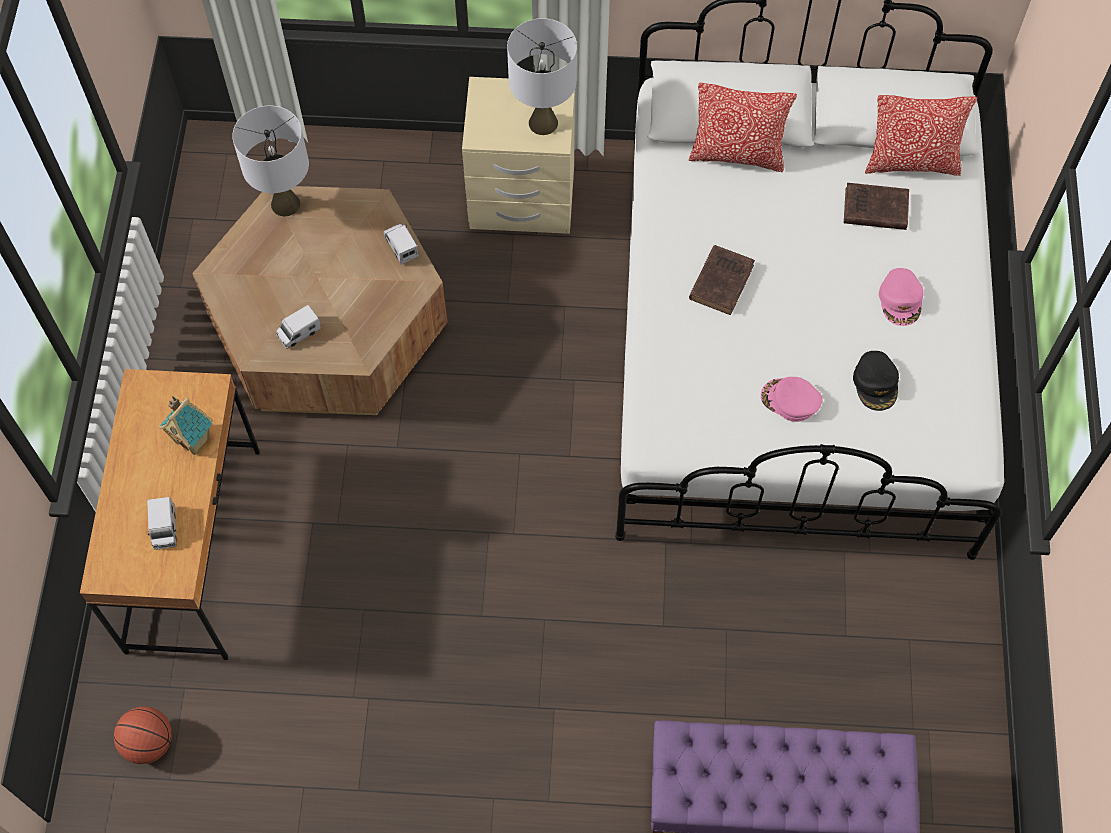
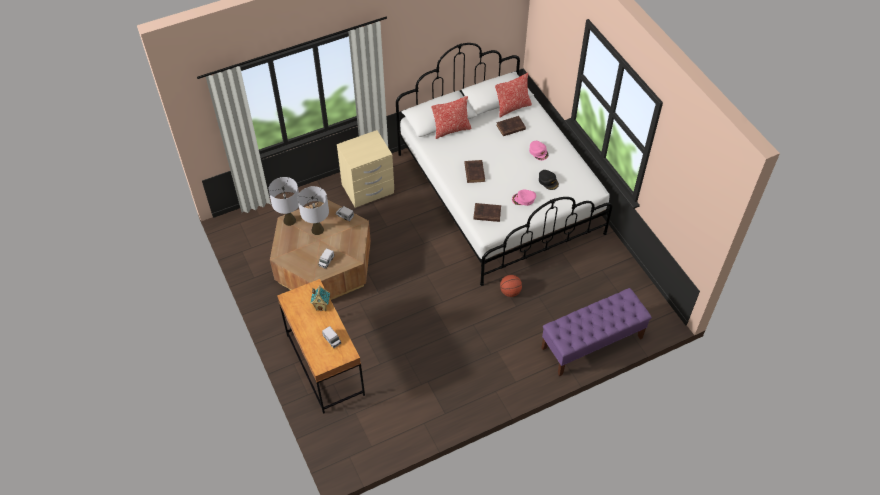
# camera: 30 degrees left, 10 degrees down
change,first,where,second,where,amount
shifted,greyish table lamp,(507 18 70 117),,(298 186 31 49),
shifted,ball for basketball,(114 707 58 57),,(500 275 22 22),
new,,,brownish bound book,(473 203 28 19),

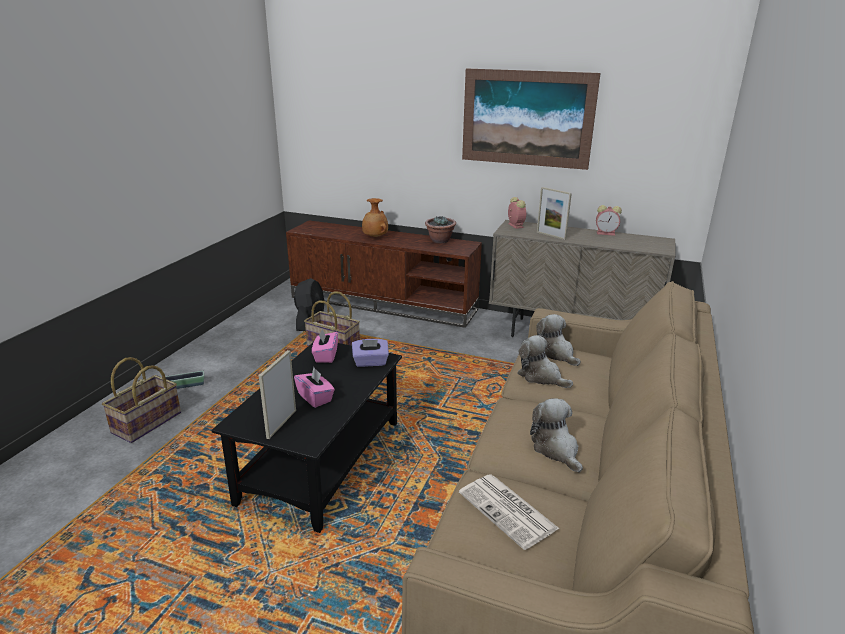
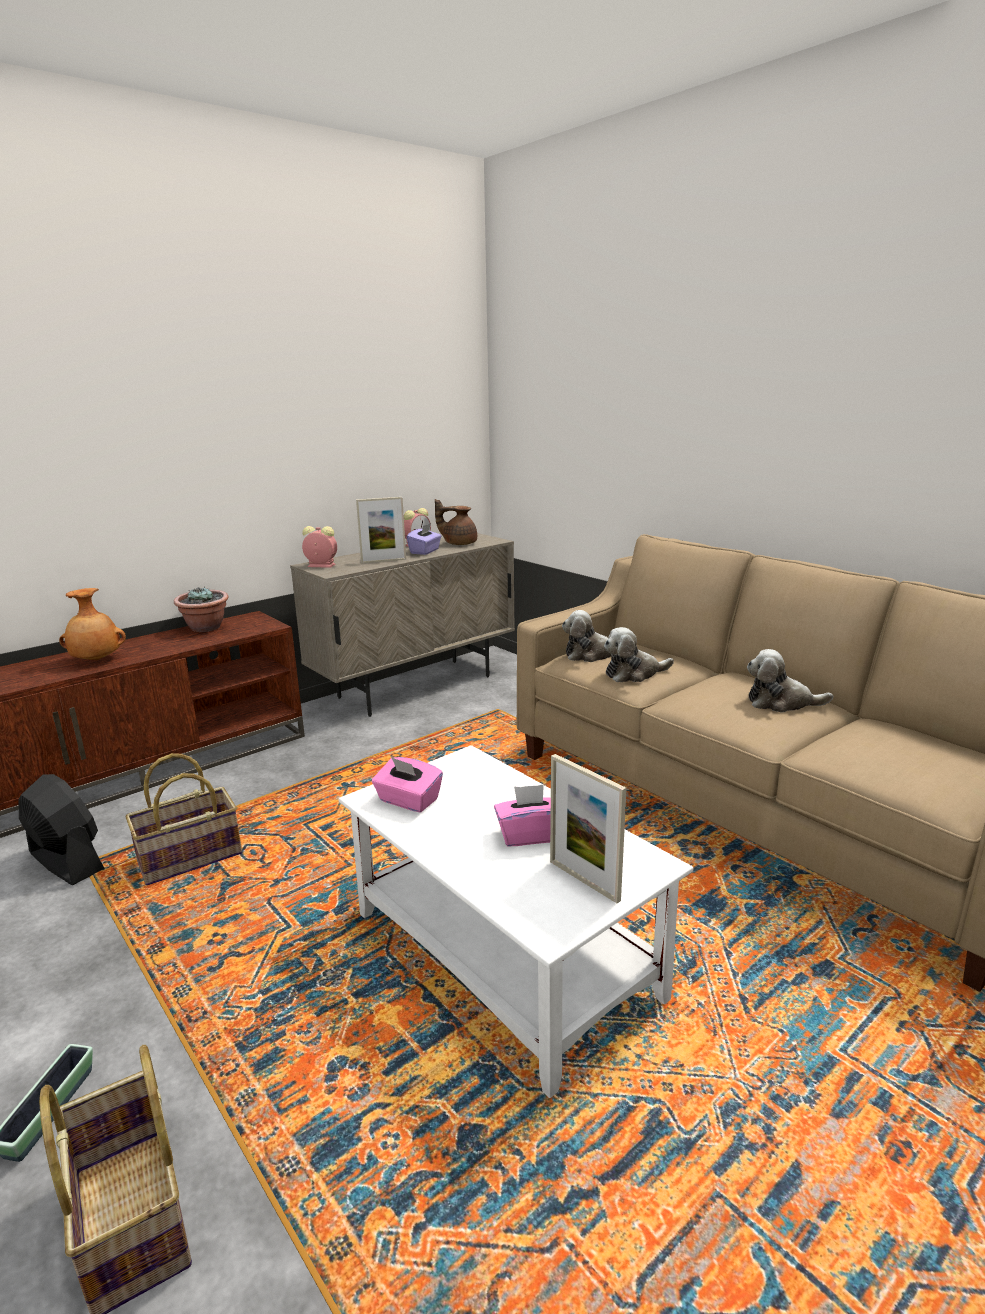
# camera: 60 degrees left, 5 degrees down
change,first,where,second,where,amount
gone,picture,(462 68 139 102),,,
shifted,purple-coloured box of tissues,(352 339 37 28),,(406 523 36 32),
repainted,black lounge table,(211 342 191 191),white lounge table,(338 745 355 353),
gone,printed paper,(459 475 101 75),,,
new,,,brownish pot for tea,(435 499 42 46),

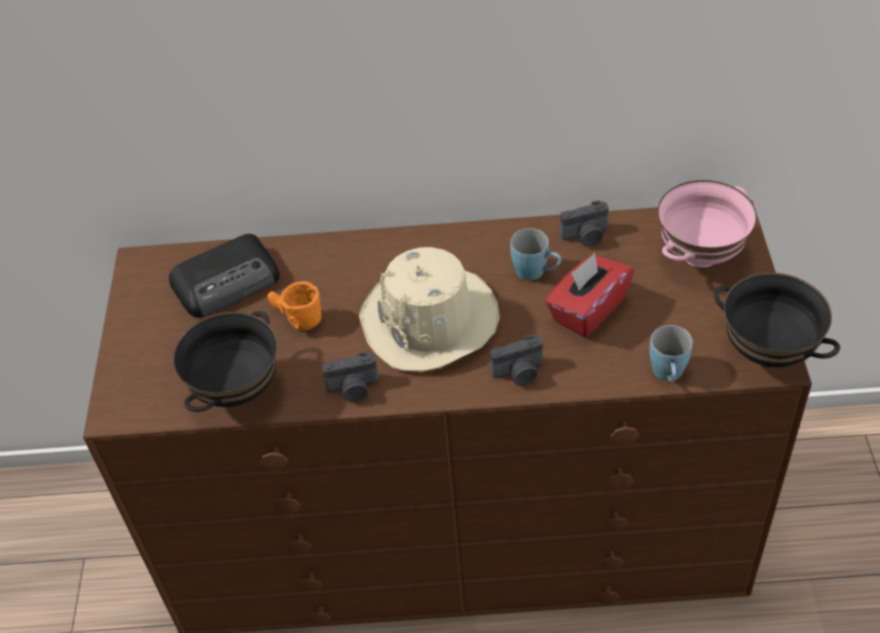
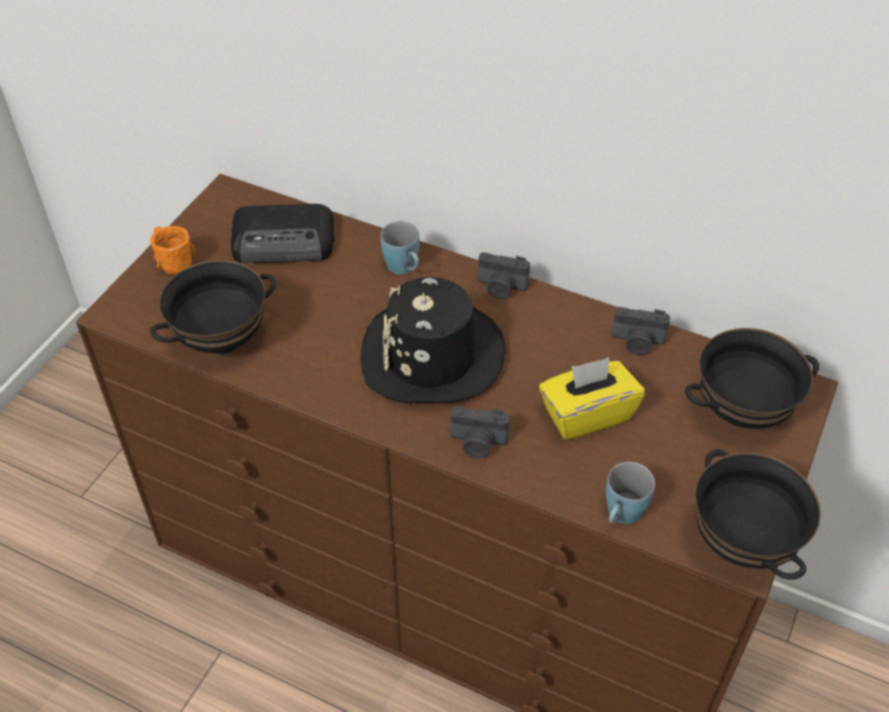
# camera: 25 degrees right, 0 degrees up
change,first,where,second,where,amount
repainted,pink-coloured deep dish,(658 180 99 88),black deep dish,(685 328 134 101),
shifted,blue-coloured tea mug,(510 228 51 52),,(381 221 38 53),
repainted,beige hat,(359 247 141 125),black hat,(361 277 145 126),
repainted,reddish box of tissues,(545 253 89 84),yellow box of tissues,(539 357 106 83),
shifted,orangey tea mug,(267 281 54 50),,(150 226 45 49),
shifted,photo camera,(322 351 57 51),,(478 252 52 47),

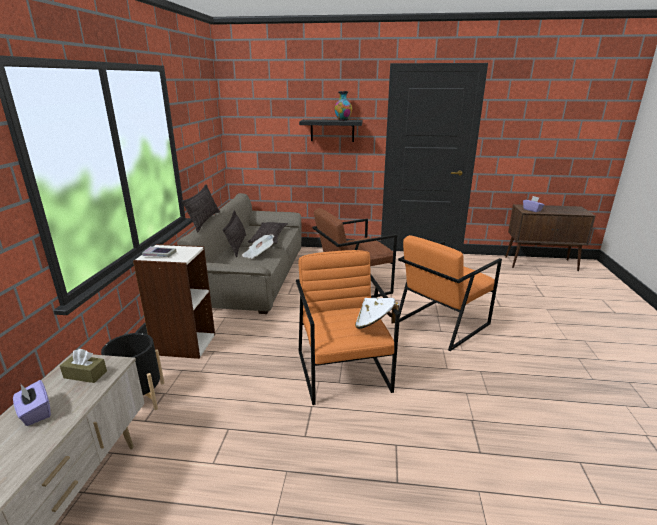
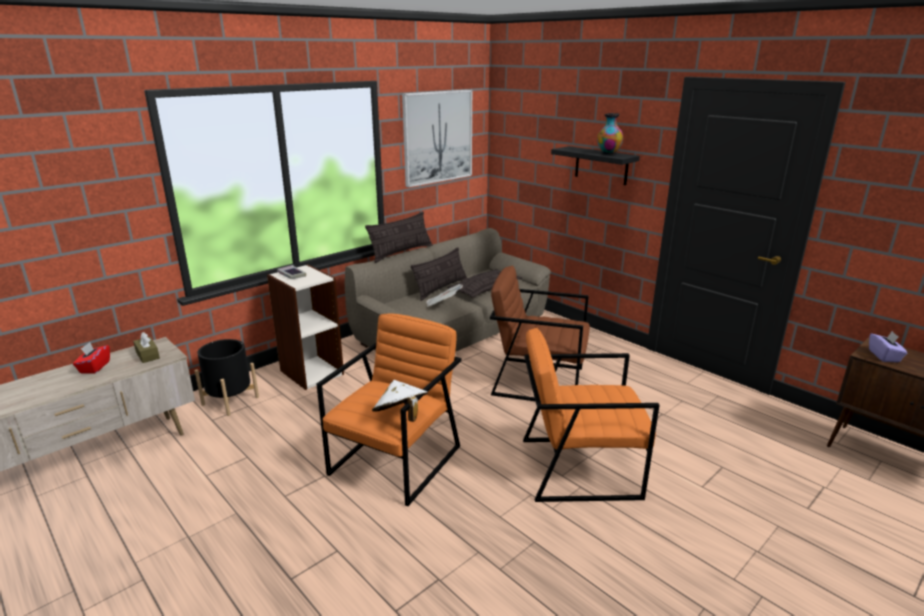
# camera: 40 degrees right, 0 degrees up
change,first,where,second,where,amount
repainted,purple-coloured box of tissues,(13 380 38 46),reddish box of tissues,(73 342 37 32),
new,,,picture,(402 90 70 97),

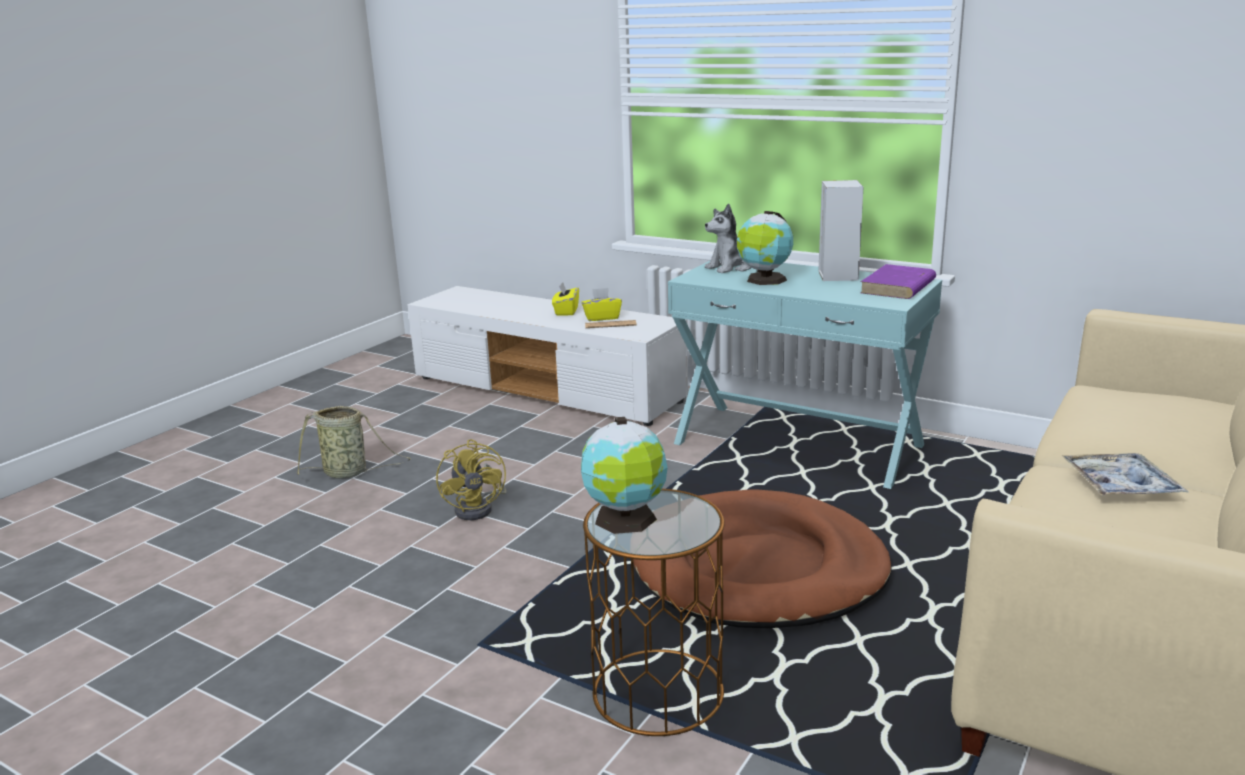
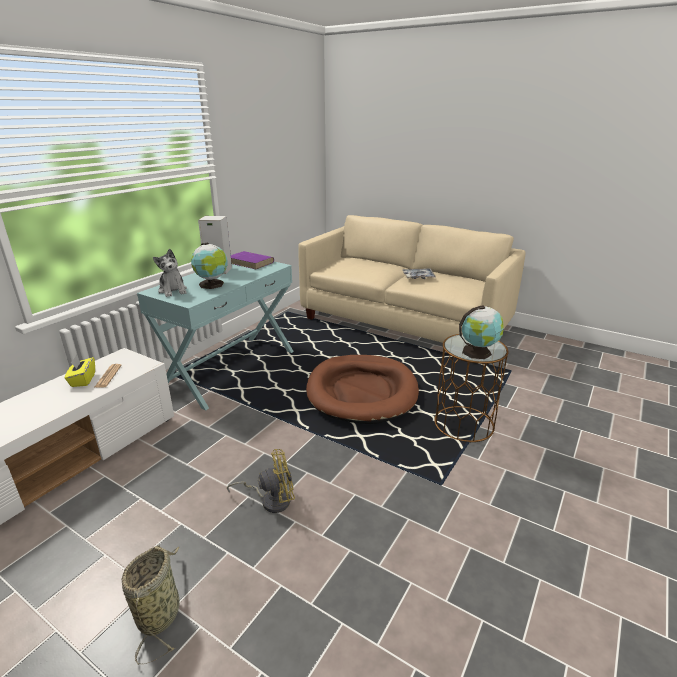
# camera: 90 degrees left, 5 degrees up
change,first,where,second,where,amount
gone,yellow box of tissues,(552 282 27 33),,,

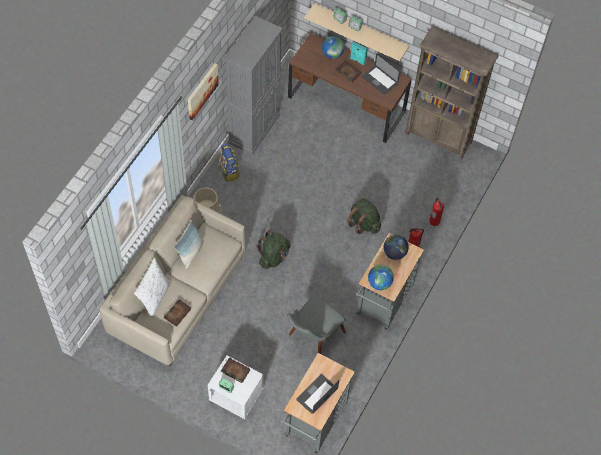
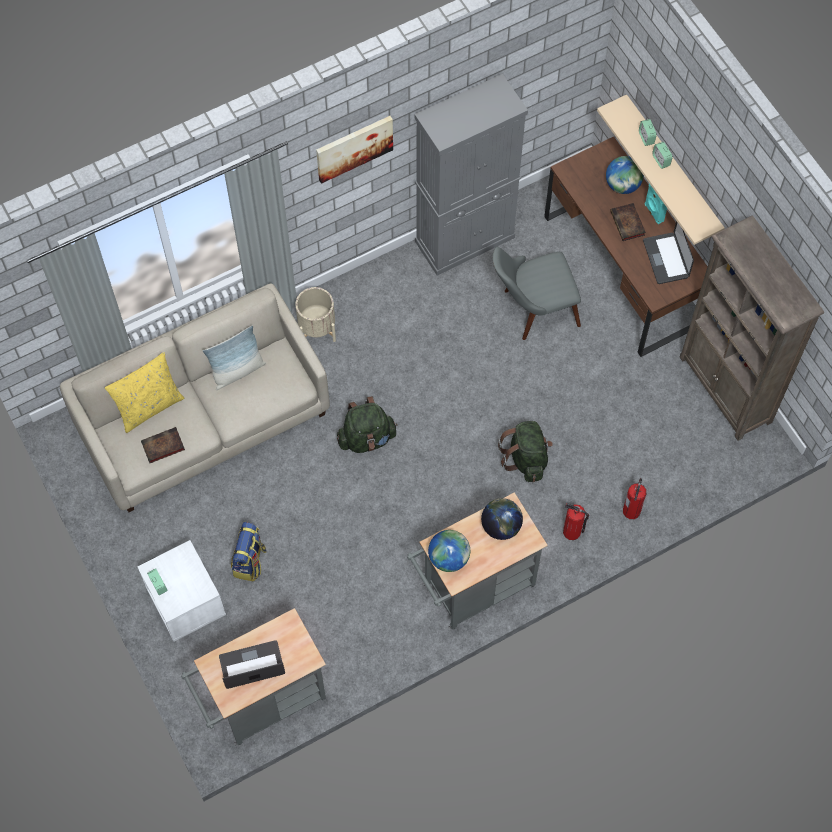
# camera: 35 degrees right, 5 degrees up
change,first,where,second,where,amount
shifted,knapsack,(219 144 21 38),,(231 522 35 60),
repainted,white throw pillow,(134 258 37 60),yellow throw pillow,(105 352 79 81),
shifted,greyish upright chair,(287 295 59 59),,(492 247 89 93),
gone,bound book,(221 358 29 25),,,

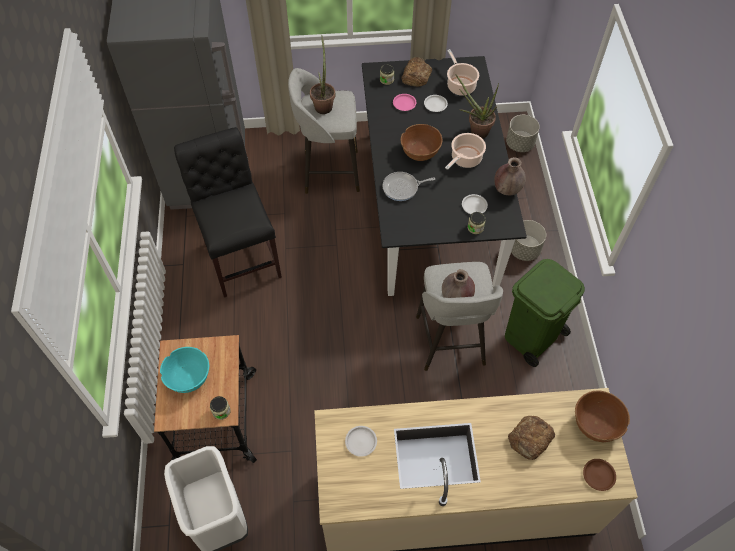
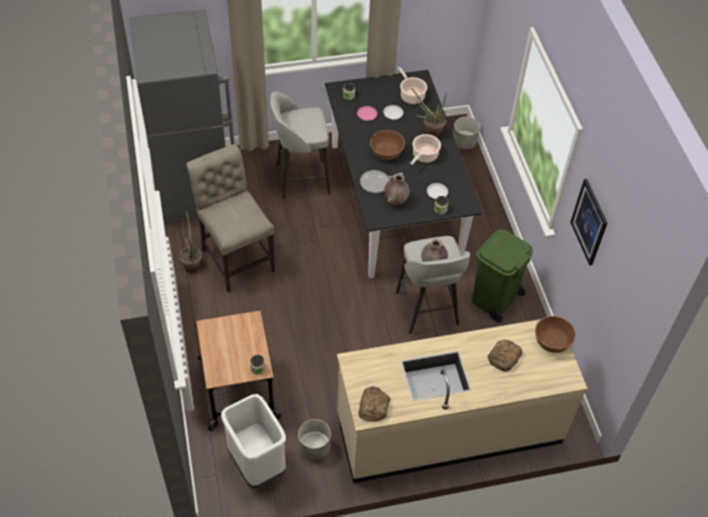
# camera: 10 degrees left, 5 degrees down
change,first,where,second,where,amount
shifted,houseplant,(310 36 25 78),,(179 211 23 62),
shifted,baked bread,(401 57 31 30),,(358 386 32 35),
repainted,black upright chair,(174 127 108 171),beige upright chair,(186 144 89 148),
shifted,brownish flower vase,(494 157 32 38),,(384 173 26 32),
shifted,greyish planter,(511 220 35 41),,(298 419 33 41),
gone,turquoise deep dish,(160 347 49 46),,,
gone,white plate,(345 426 32 31),,,
gone,brownish plate,(583 459 33 32),,,
new,,,picture,(570 179 38 87),

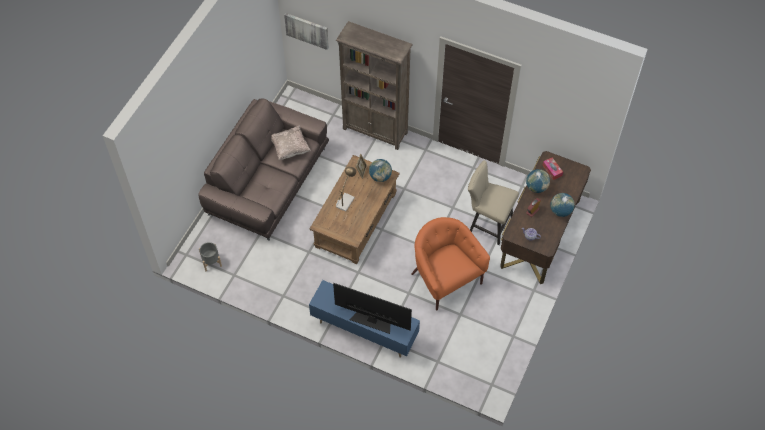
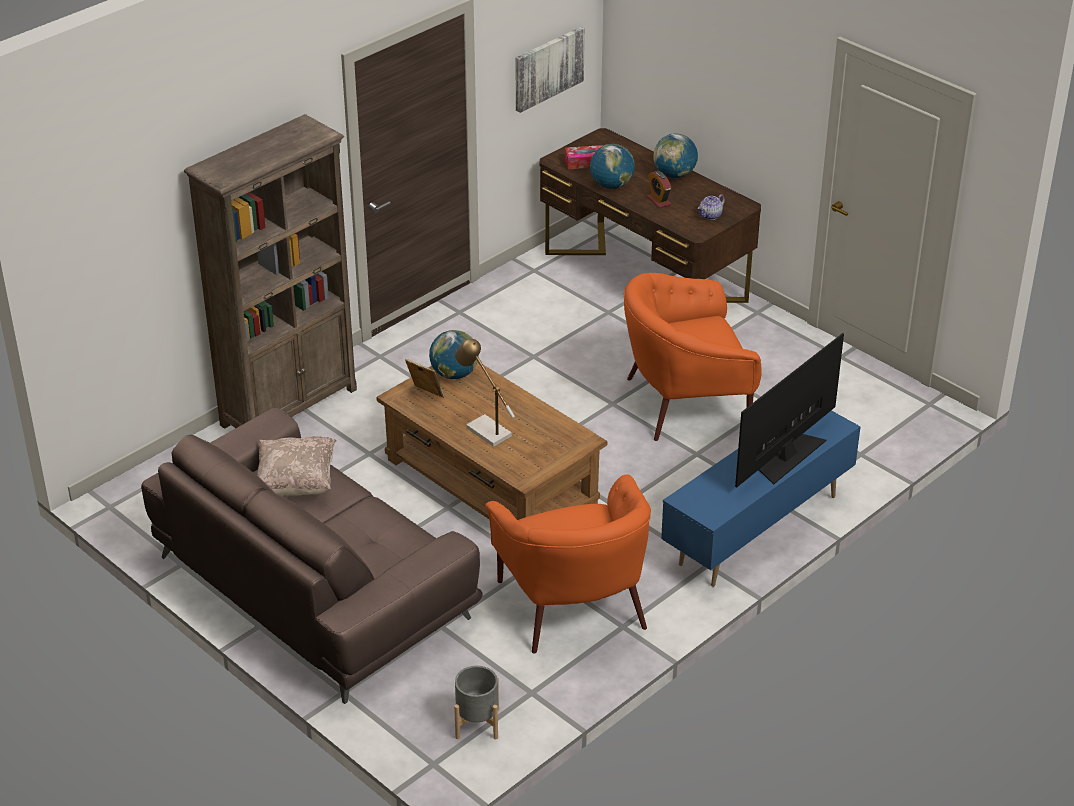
# camera: 70 degrees left, 20 degrees down
change,first,where,second,where,amount
shifted,picture,(284 13 45 37),,(515 27 70 86),
gone,beige upright chair,(468 160 51 85),,,
new,,,orangey armchair,(485 475 166 179),

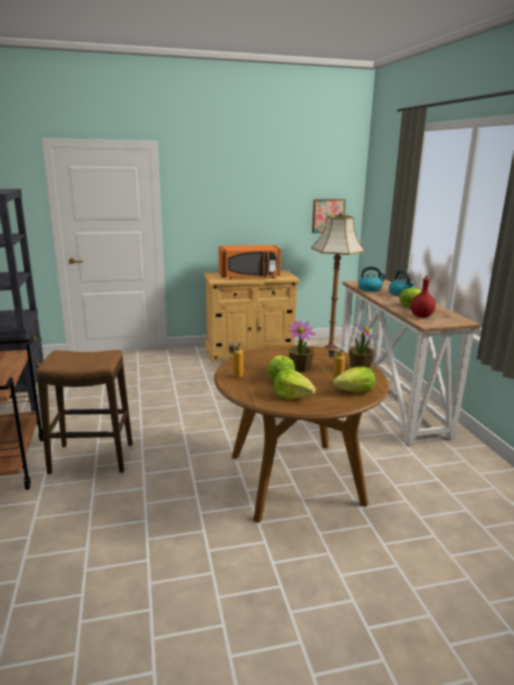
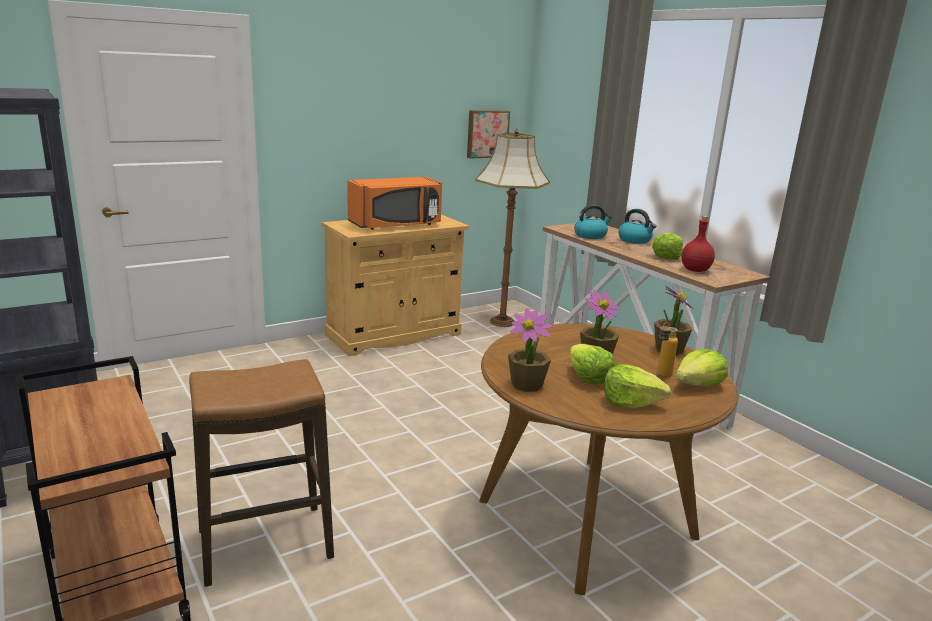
# camera: 20 degrees left, 0 degrees up
change,first,where,second,where,amount
swapped,drink bottle,(228 340 15 38),houseplant,(508 308 44 84),

